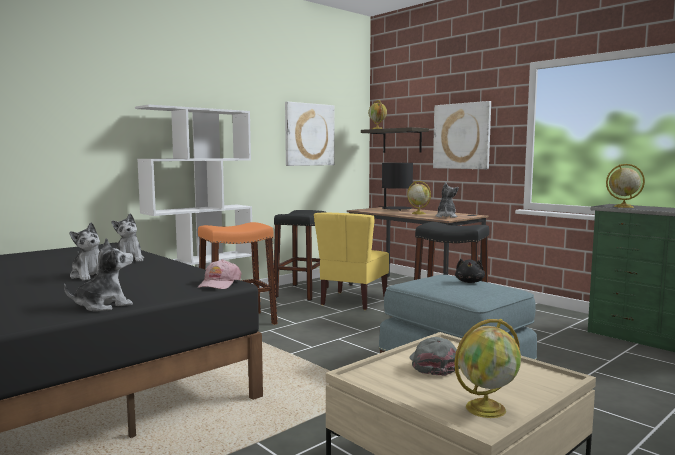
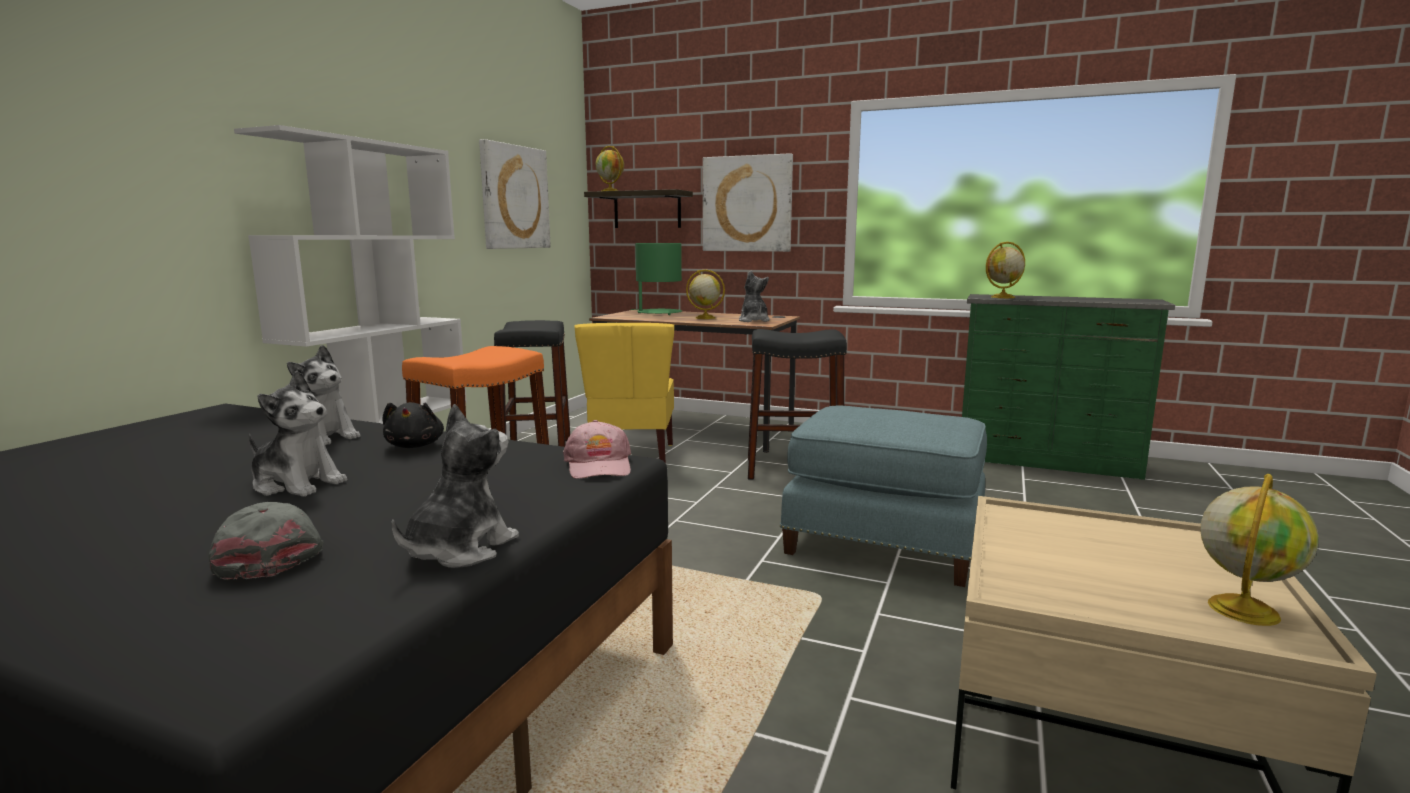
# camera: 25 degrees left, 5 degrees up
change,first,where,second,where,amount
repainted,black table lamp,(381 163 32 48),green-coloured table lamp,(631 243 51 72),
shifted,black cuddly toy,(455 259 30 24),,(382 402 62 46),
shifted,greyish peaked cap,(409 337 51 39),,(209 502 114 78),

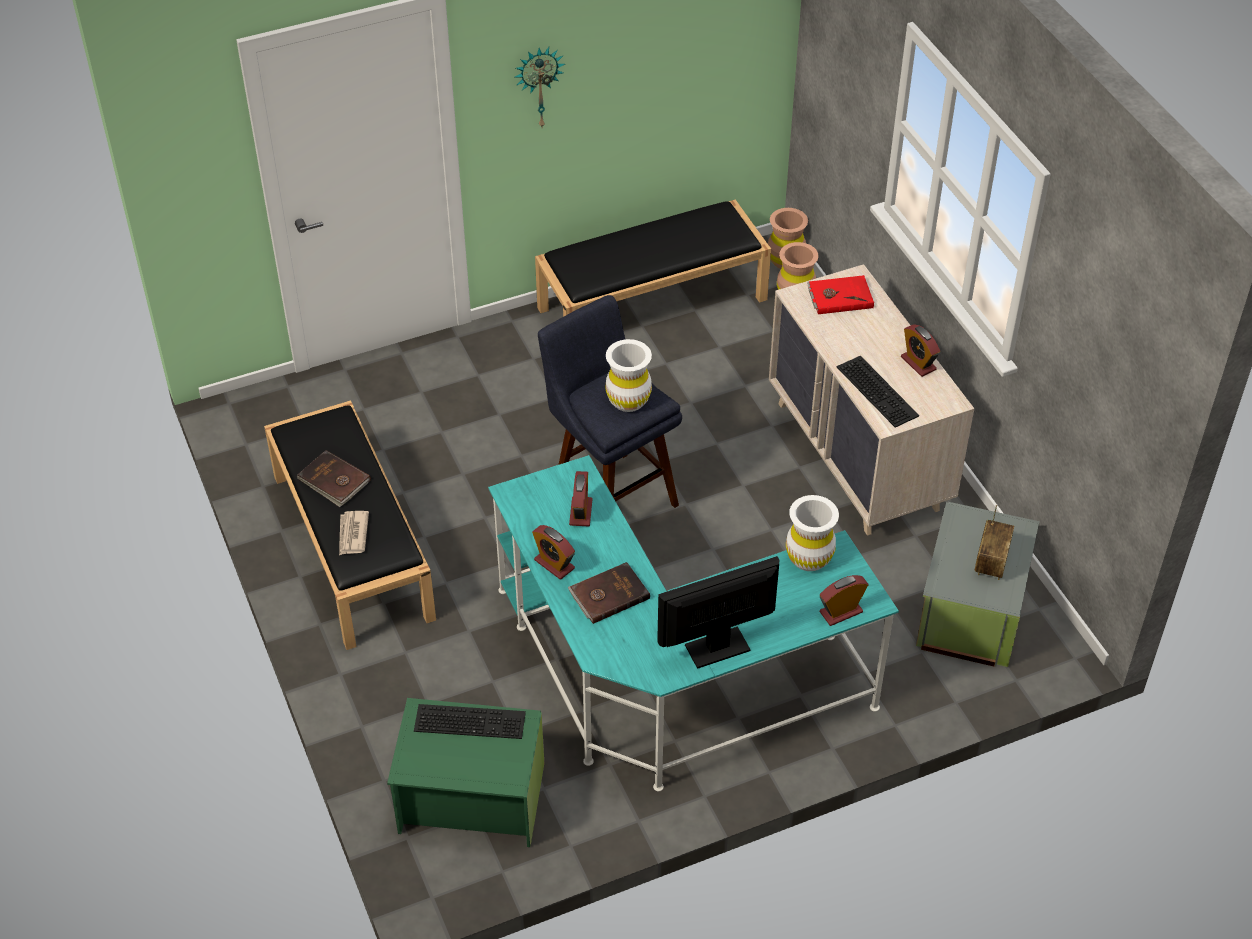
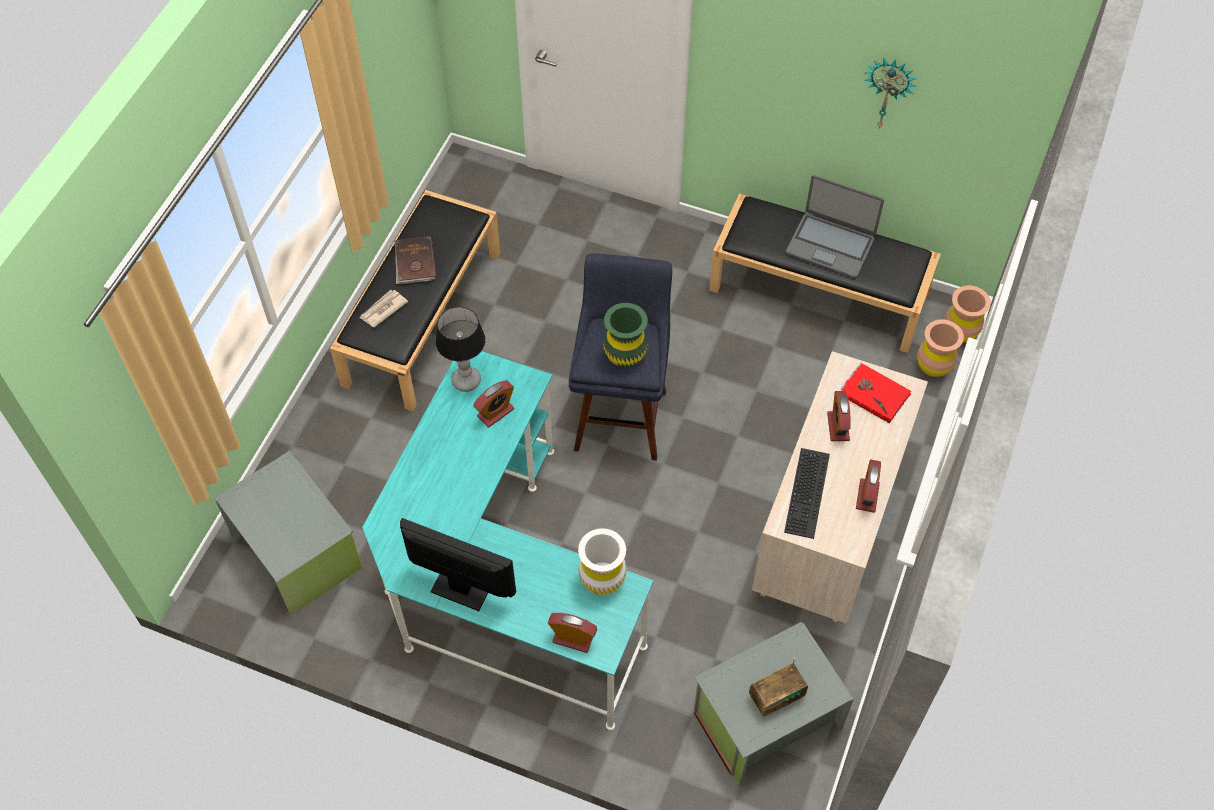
# camera: 45 degrees right, 10 degrees up
change,first,where,second,where,amount
shifted,hanging clock,(515 47 50 80),,(864 58 52 71),
repainted,white flower vase,(605 339 47 73),green-coloured flower vase,(604 303 44 64),
shifted,table clock,(532 525 43 55),,(827 391 24 50),
gone,brownish bound book,(568 562 82 62),,,
repainted,green-coloured storage bin,(387 698 157 149),greyish storage bin,(215 451 147 165),
gone,keyboard,(414 704 112 35),,,
new,,,portable computer,(786 175 98 103),
new,,,table lamp,(435 306 51 86),

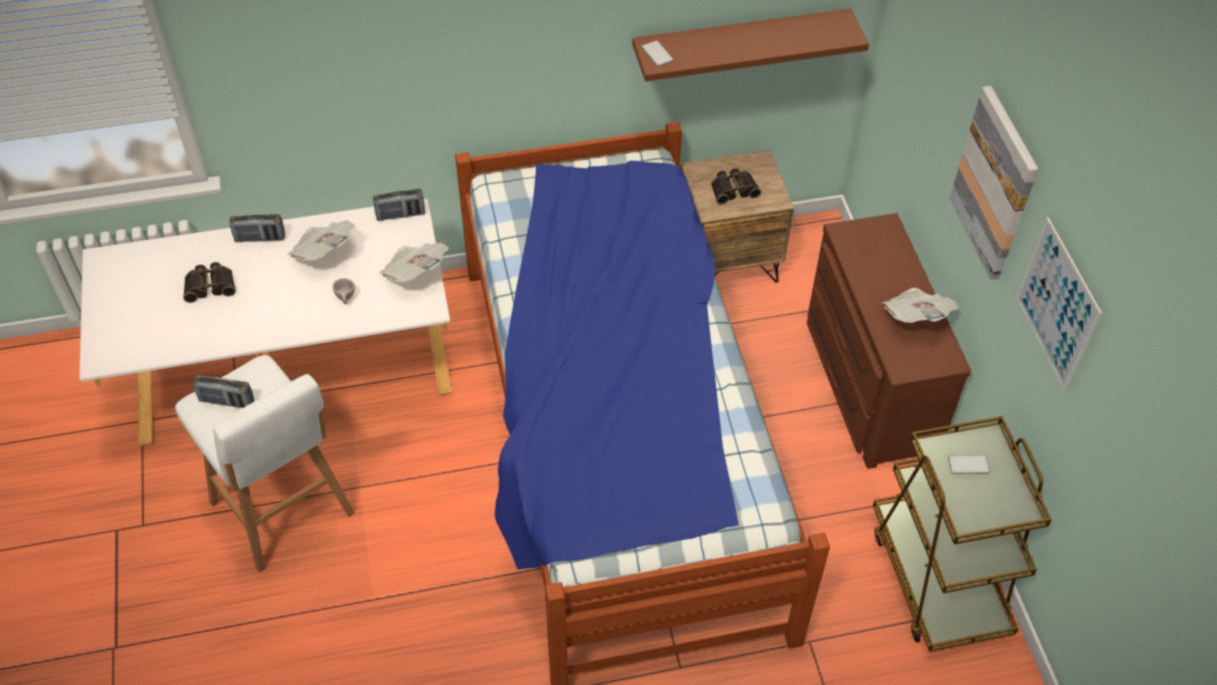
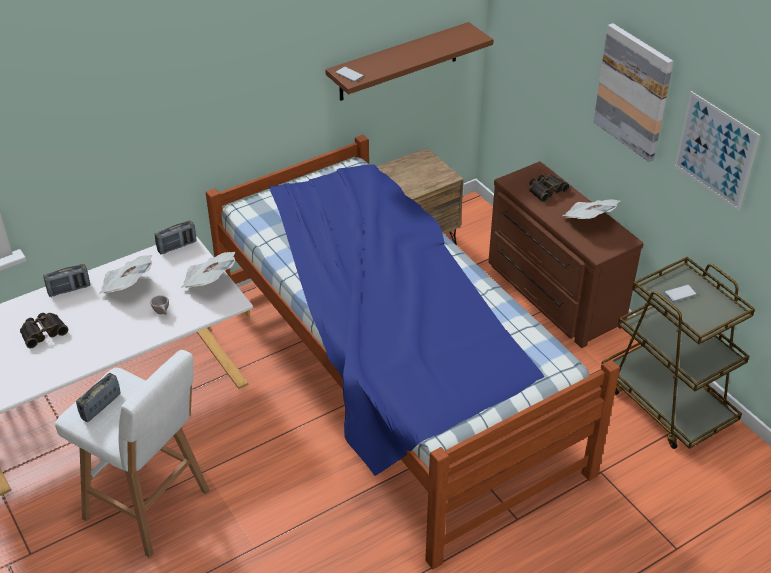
# camera: 20 degrees left, 10 degrees down
change,first,where,second,where,amount
shifted,pair of binoculars,(711 168 50 37),,(529 174 40 28),
rotated,radio set,(193 375 61 33),,(76 373 45 49),135 degrees clockwise

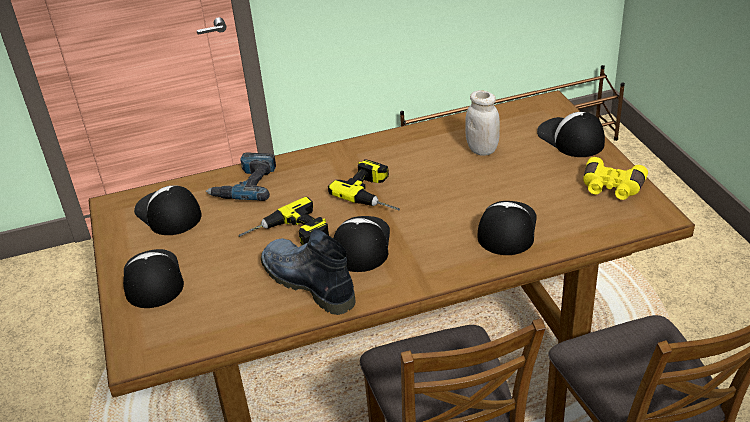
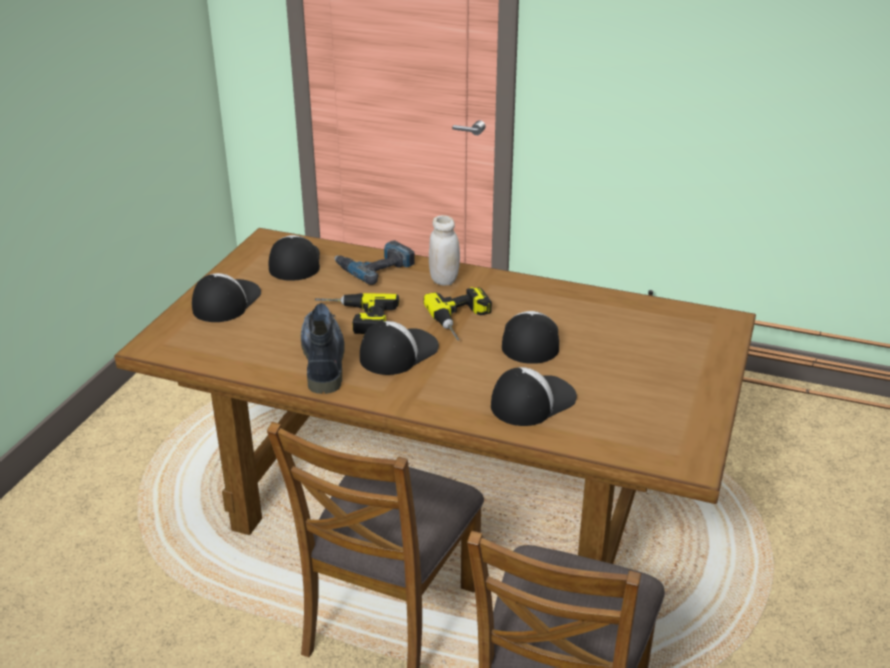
# camera: 35 degrees right, 5 degrees down
change,first,where,second,where,amount
shifted,white preserve jar,(465 90 35 66),,(429 215 31 71),
shifted,peaked cap,(537 112 68 45),,(502 311 57 53),
gone,yellow pair of binoculars,(583 157 65 43),,,

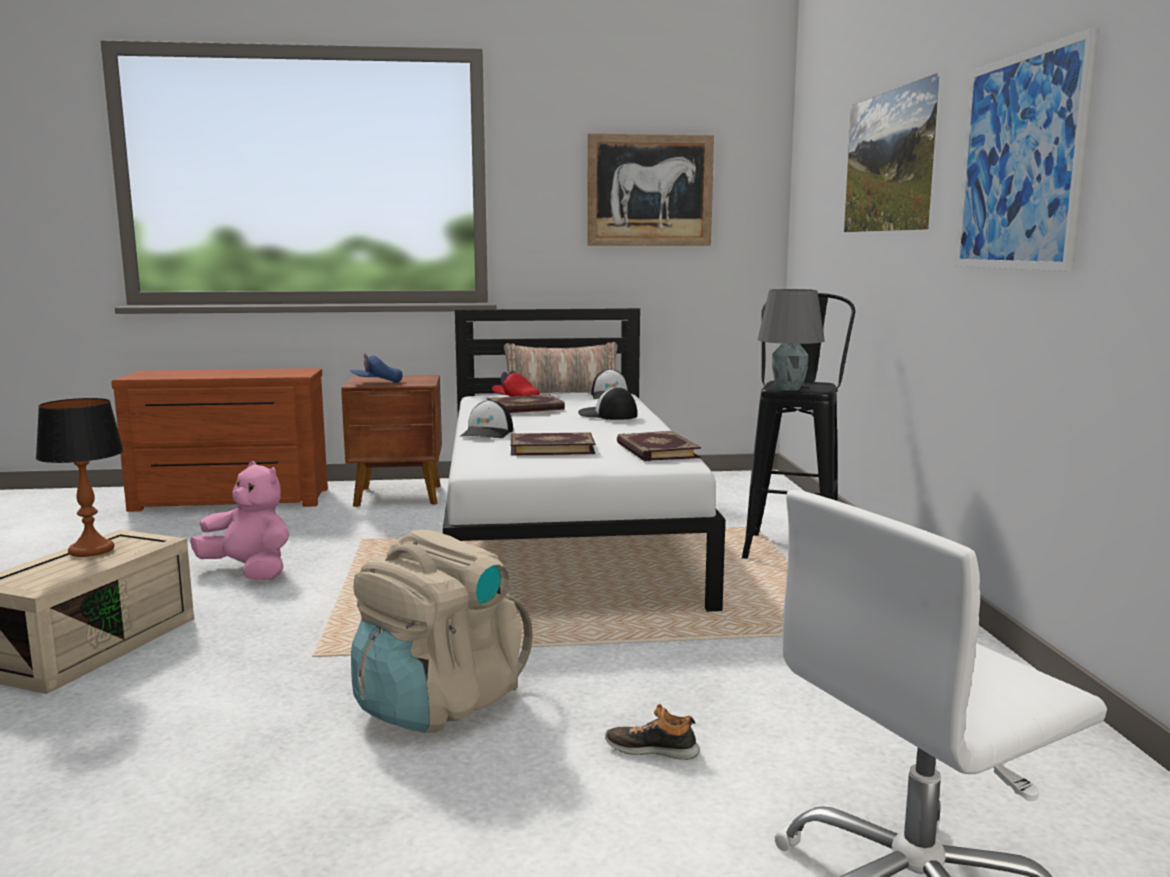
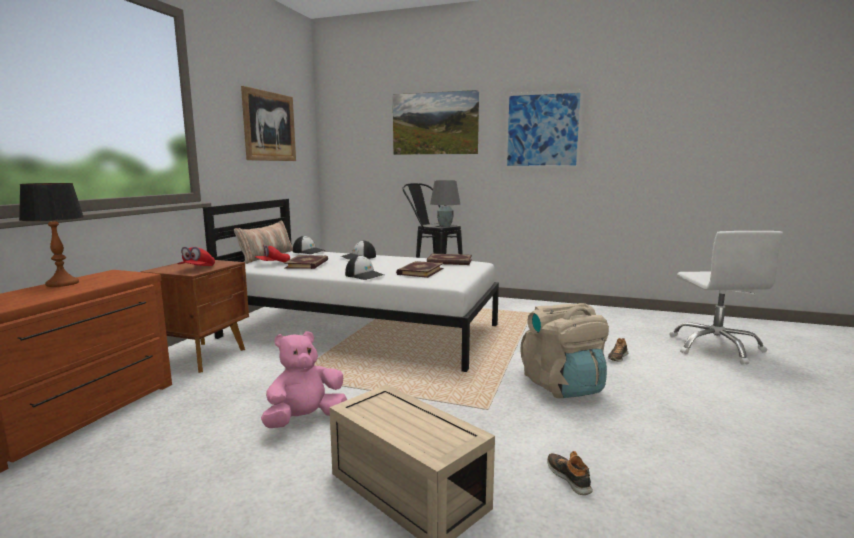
# camera: 65 degrees left, 0 degrees up
change,first,where,second,where,amount
repainted,blue-coloured peaked cap,(350 353 53 30),reddish peaked cap,(177 247 38 19),
shifted,table lamp,(36 398 88 159),,(19 183 65 104),
new,,,item of footwear,(547 451 46 44),

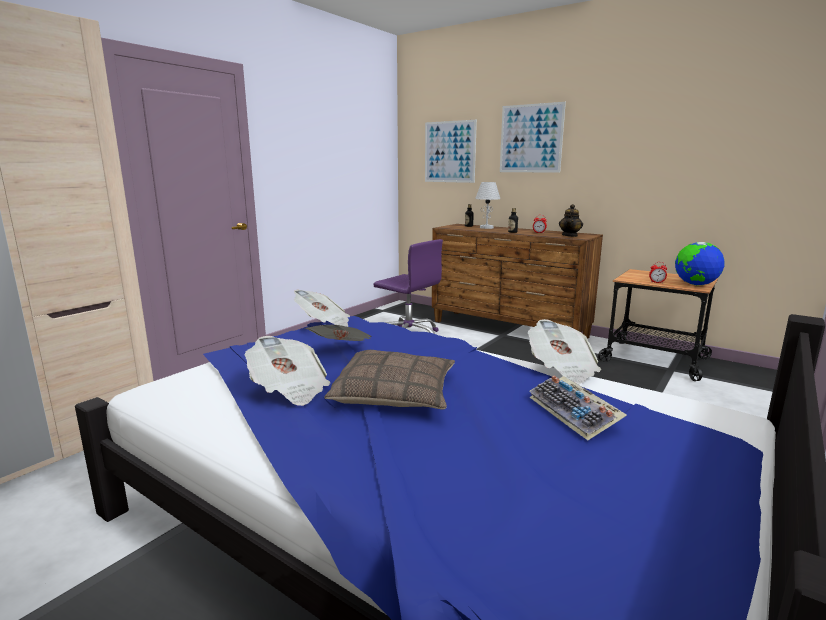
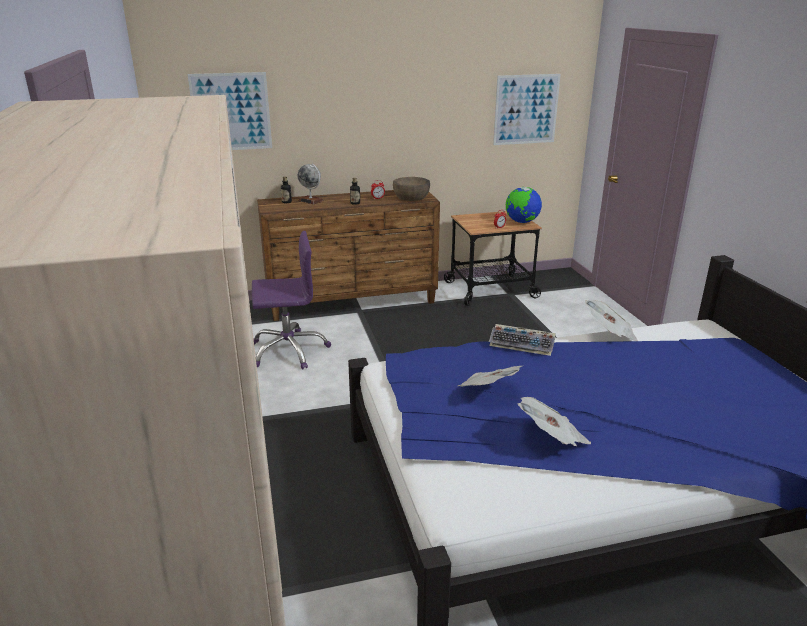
# camera: 50 degrees left, 10 degrees up
change,first,where,second,where,amount
shifted,picture,(500 102 66 71),,(493 74 68 71),
swapped,white table lamp,(475 182 25 47),desk globe,(297 164 26 40),
swapped,pot for tea,(559 204 24 33),brownish deep dish,(393 177 37 24),
gone,printed paper,(294 290 56 37),,,
gone,throw pillow,(324 350 131 59),,,
shifted,keyboard,(529 376 98 64),,(489 324 67 32),

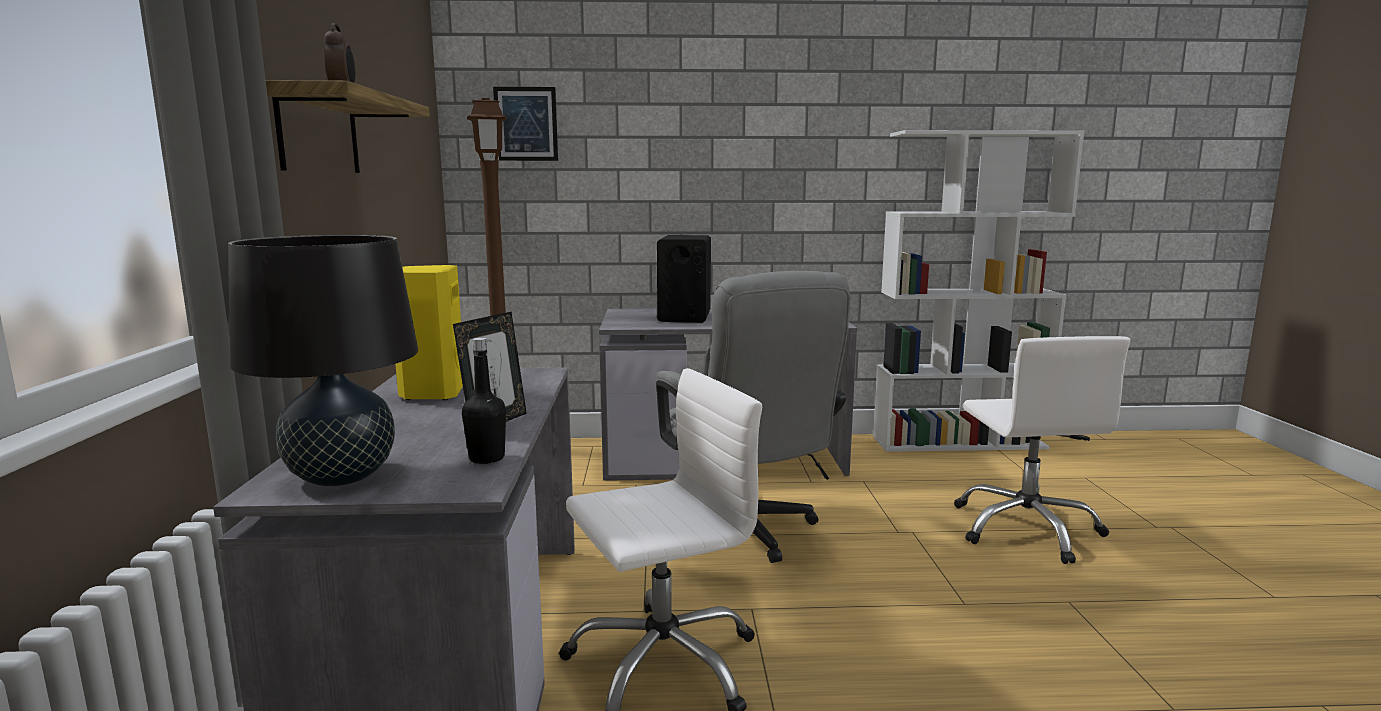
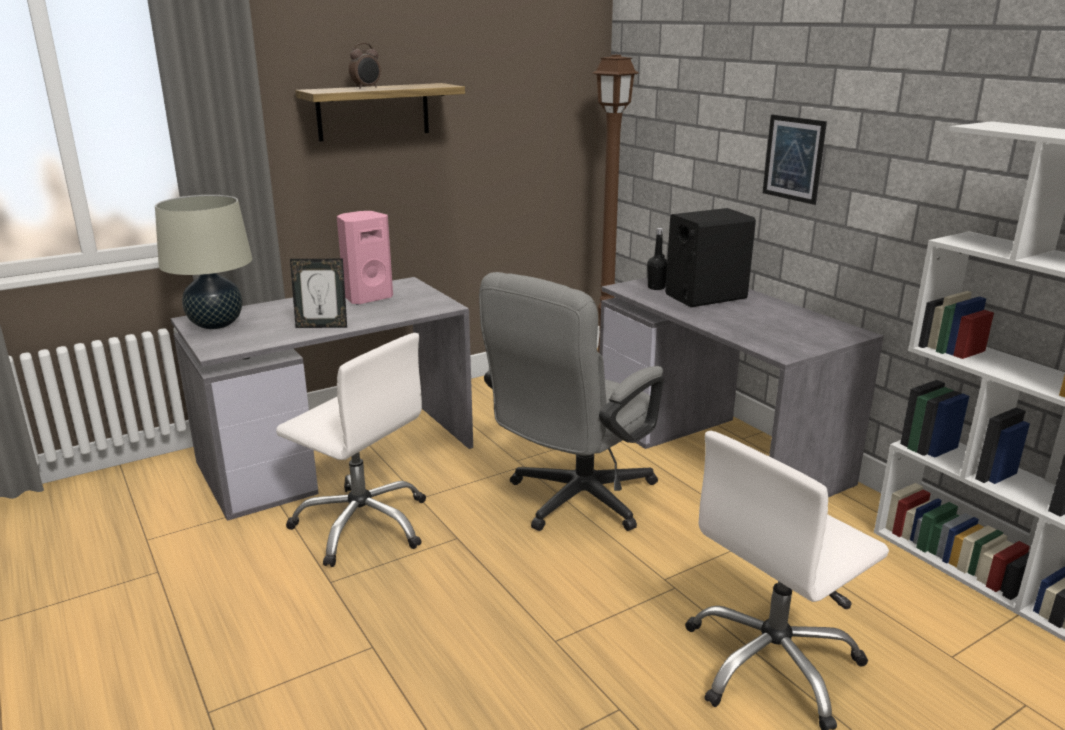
# camera: 60 degrees right, 10 degrees up
change,first,where,second,where,amount
shifted,picture,(493 87 65 74),,(763 115 64 90),
repainted,black table lamp,(228 235 190 252),beige table lamp,(155 195 97 134),
repainted,yellow loudspeaker,(395 265 68 135),pink-coloured loudspeaker,(337 211 56 94),
shifted,black drink bottle,(462 337 44 127),,(647 228 20 62),

